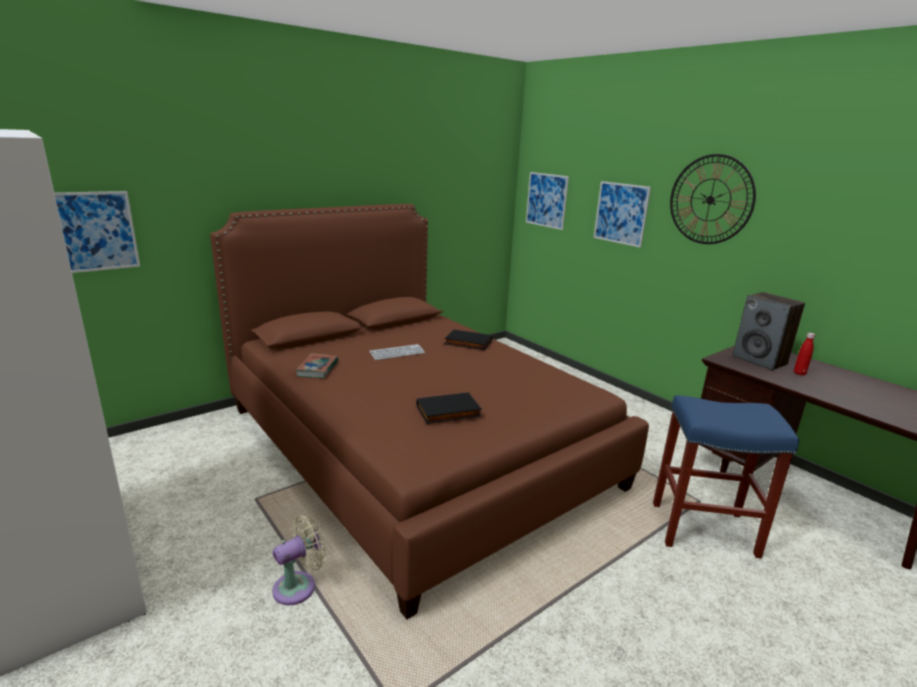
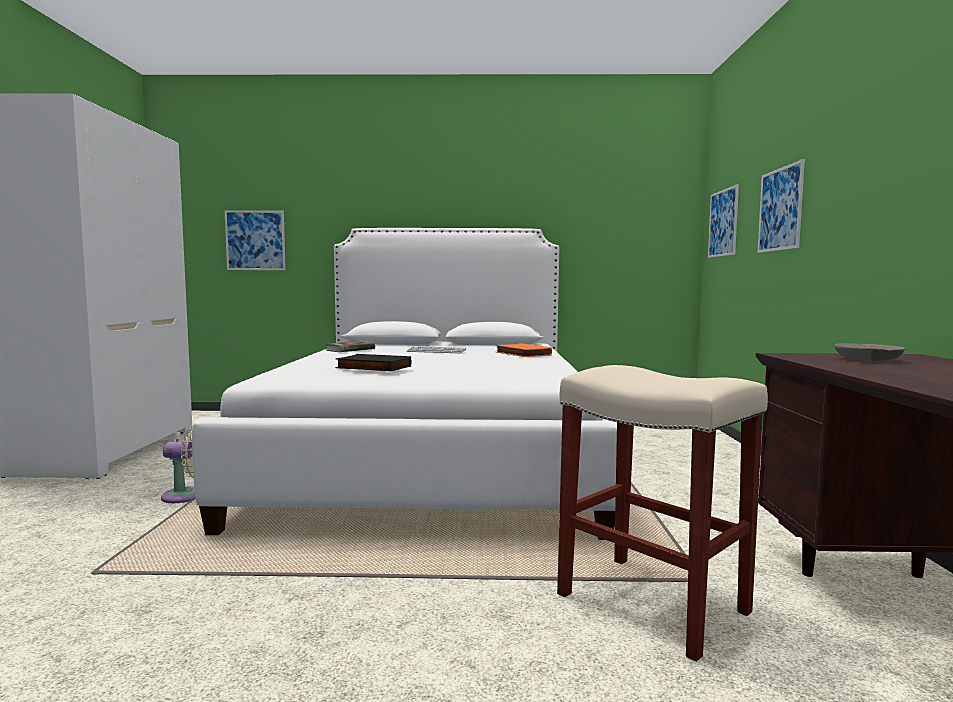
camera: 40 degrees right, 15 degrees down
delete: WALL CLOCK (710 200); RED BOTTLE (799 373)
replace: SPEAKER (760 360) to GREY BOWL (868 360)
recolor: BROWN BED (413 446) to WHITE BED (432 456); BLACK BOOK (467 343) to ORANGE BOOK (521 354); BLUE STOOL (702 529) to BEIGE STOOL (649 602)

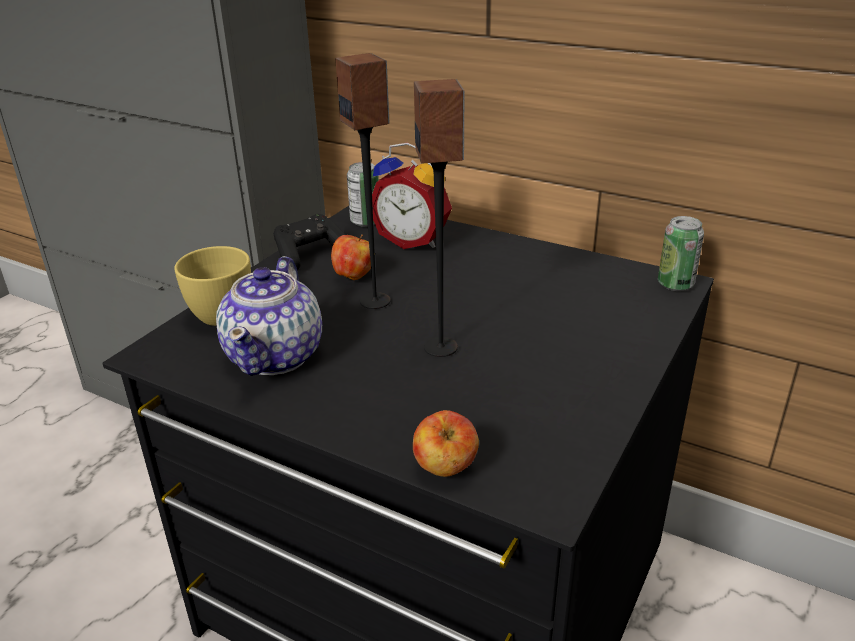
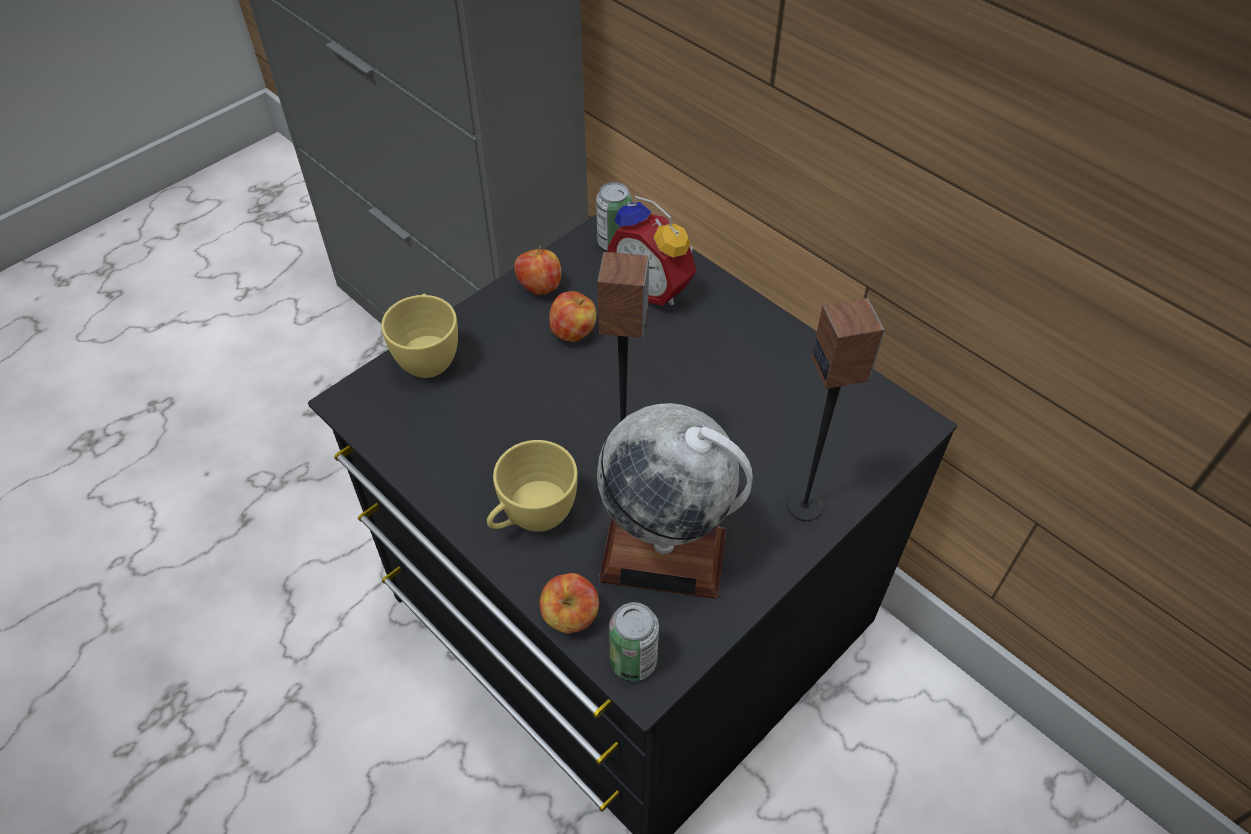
camera: 15 degrees right, 20 degrees up
delete: TEAPOT (276 355)
insert: YELLOW CUP (532 518); GLOBE (664 554)
move: SPEAKER (375 301) to (805 506); CAN (675 284) to (633 661)
replace: BLACK GAME CONTROLLER (310 255) to APPLE (539 287)

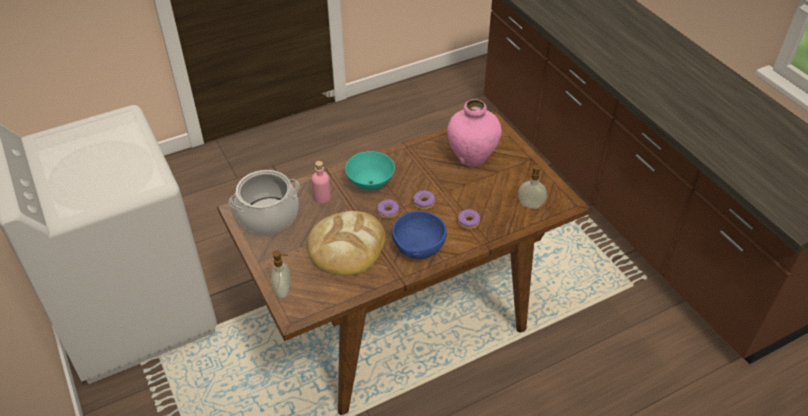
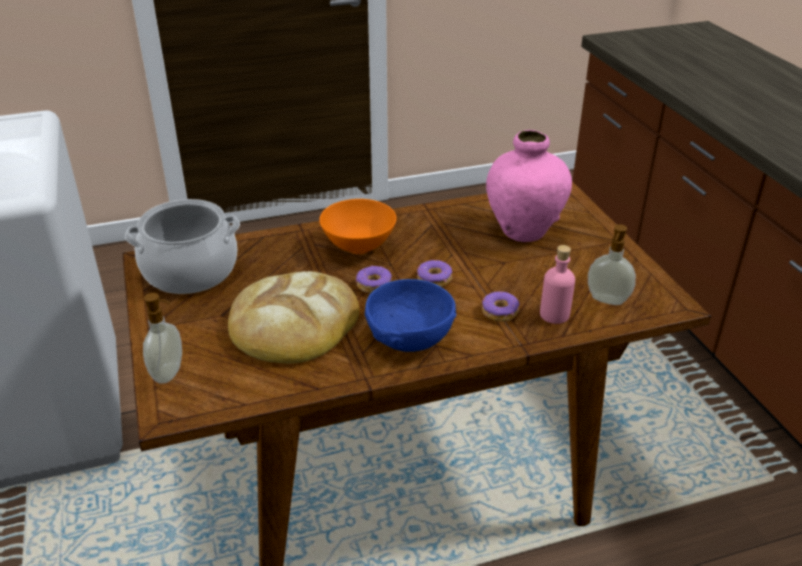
camera: 10 degrees right, 10 degrees down
move: PINK BOTTLE (322 197) to (554 314)
recolor: TURQUOISE BOWL (371 183) to ORANGE BOWL (359 247)

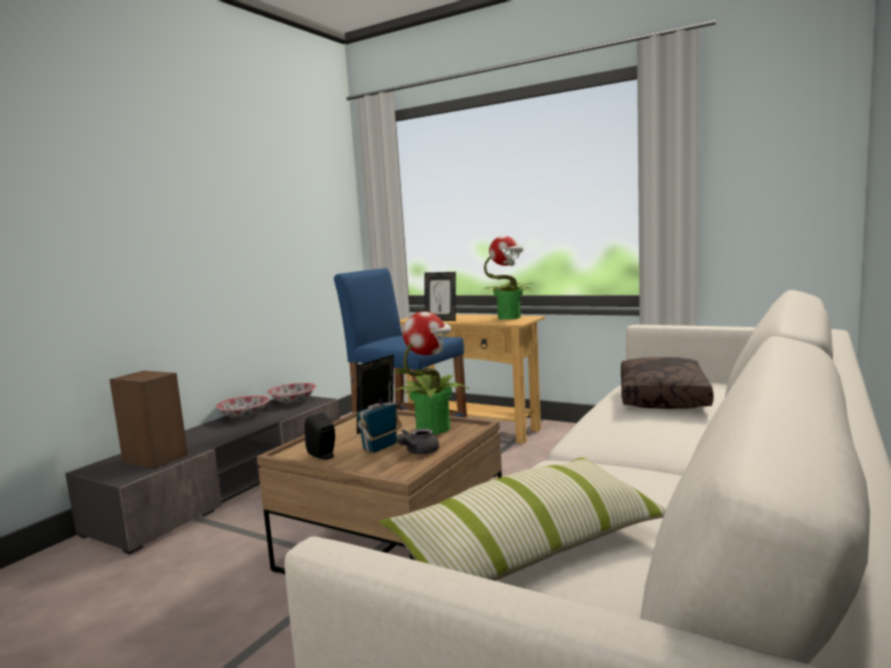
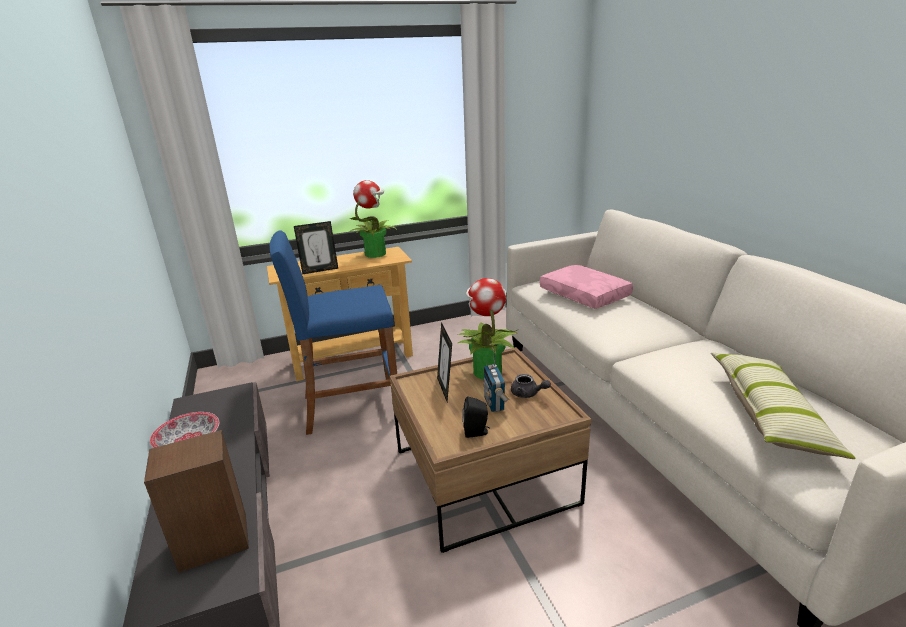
camera: 50 degrees left, 15 degrees up
delete: BOWL (293 401)
recolor: BROWN PILLOW (664 397) to PINK PILLOW (585 295)
rotate: GREY TEAPOT (418 452) = (528 394) 45 degrees counterclockwise

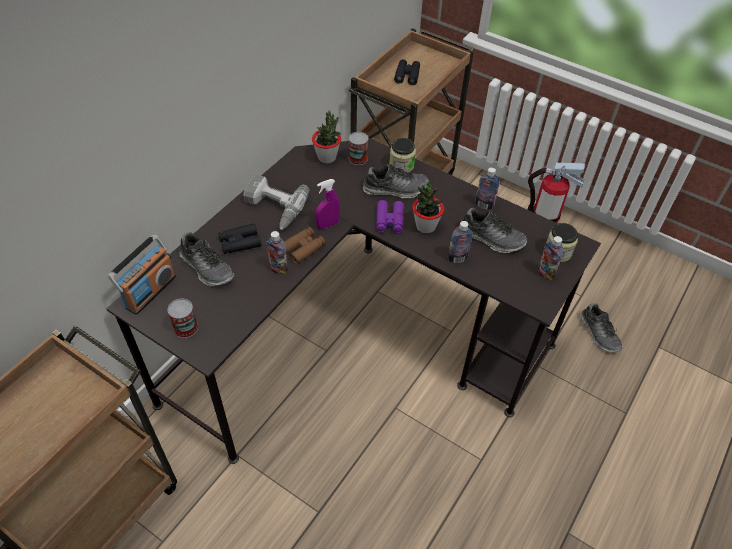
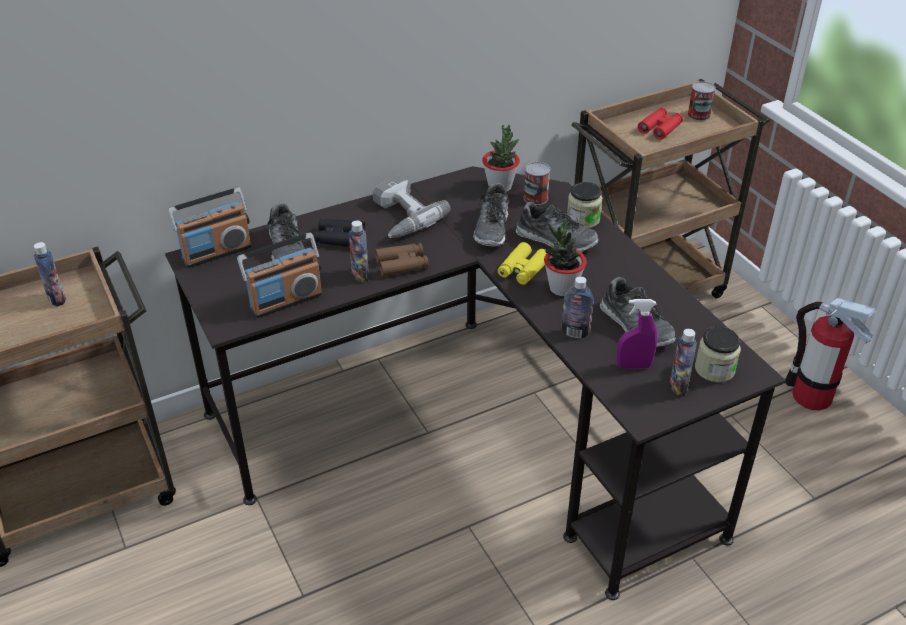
camera: 30 degrees right, 10 degrees down
insert: RADIO (286 301)
move: CAN (186 328) to (698 115); PURPLE SPRAY BOTTLE (328 225) to (633 366); BOTTLE (484 205) to (57 299); SHOE (599 334) to (492 228)
recolor: PURPLE BINOCULARS (389 221) to YELLOW BINOCULARS (523 269); BLACK BINOCULARS (407 75) to RED BINOCULARS (660 128)

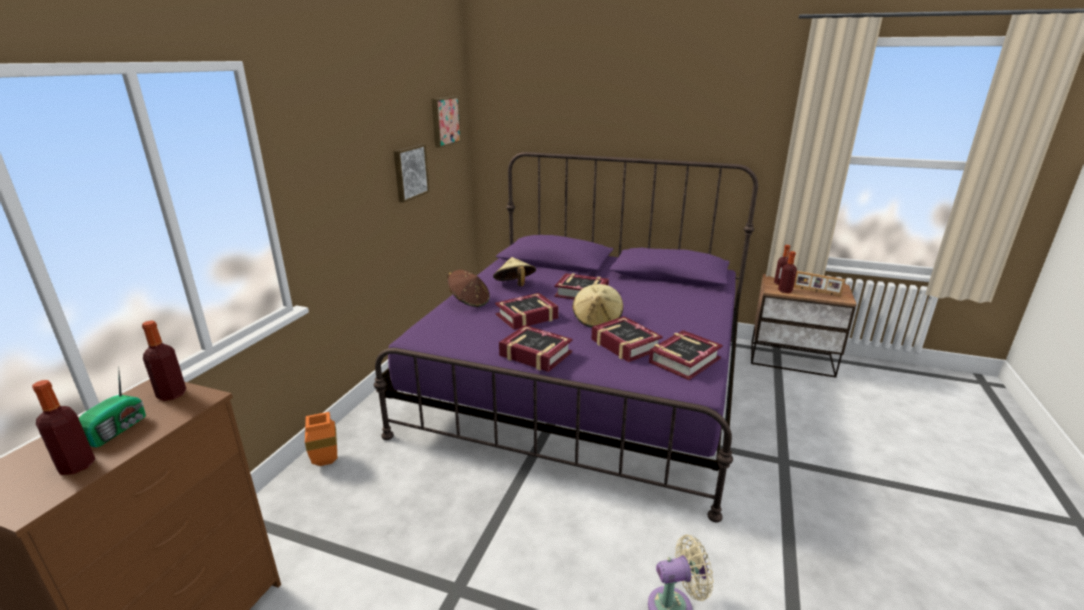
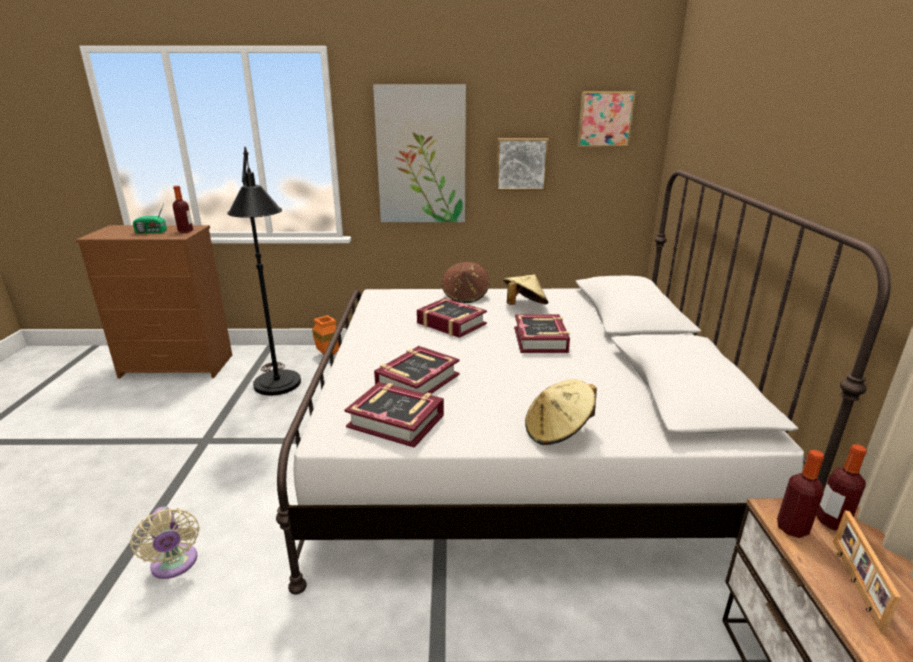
camera: 70 degrees right, 0 degrees up
delete: BOTTLE (77 466); BOOK (535 354)
insert: BLACK FLOOR LAMP (279 390); PICTURE (421 156)
move: BEIGE HAT (597 320) to (557 431)
recolor: PURPLE BED (584 382) to WHITE BED (517 446)

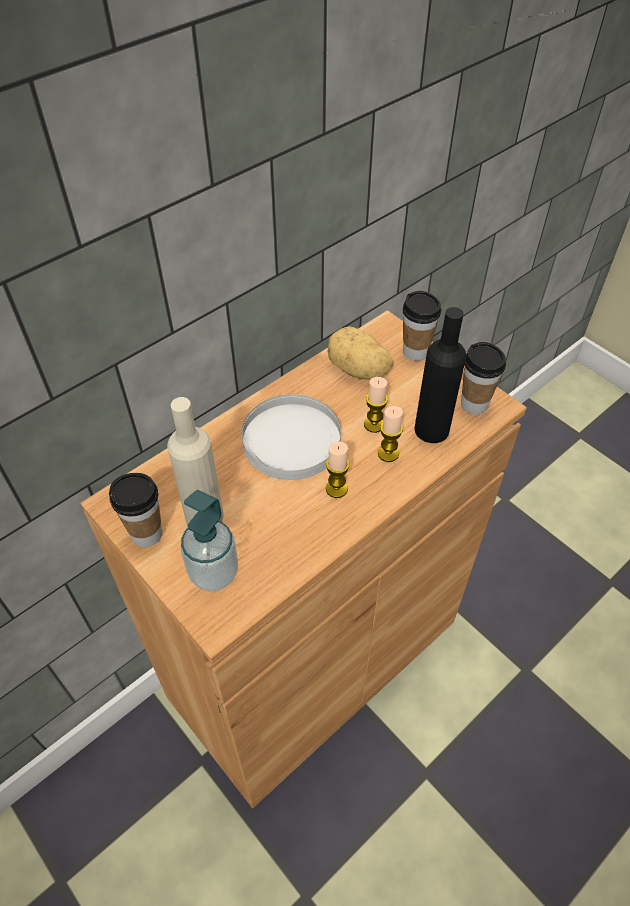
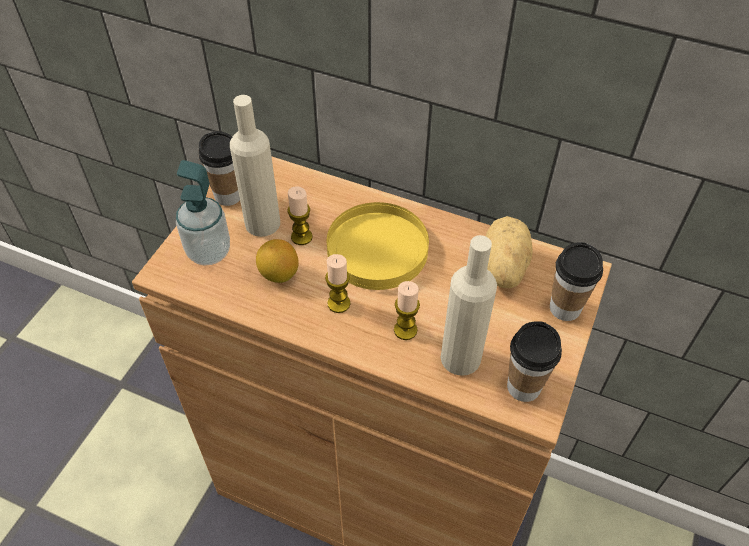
camera: 65 degrees right, 0 degrees up
insert: LEMON (279 274)
move: CANDLE (374 424) to (301 237)
recolor: WHITE PLATE (292 440) to YELLOW PLATE (378 250); BLACK BOTTLE (431 429) to BEIGE BOTTLE (460 358)

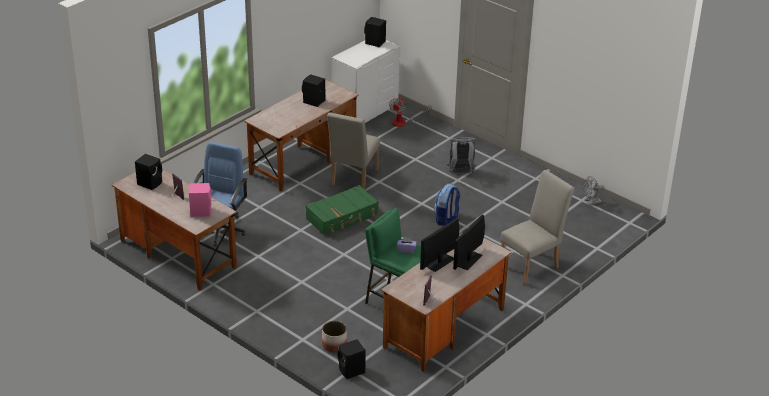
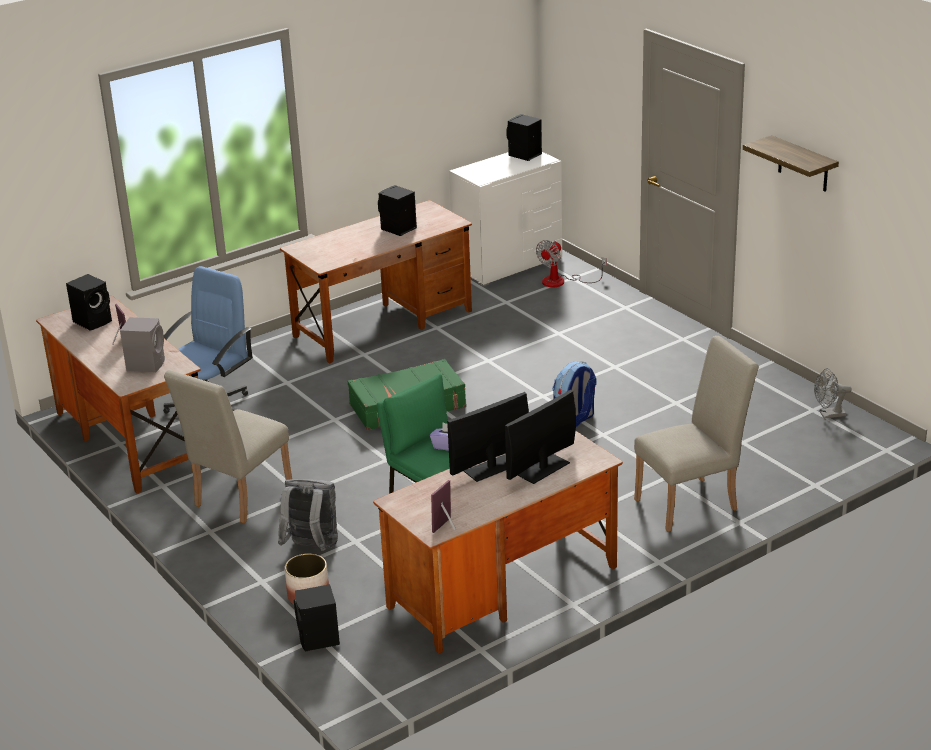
camera: 15 degrees right, 5 degrees down
insert: SHELF (803 164)
move: BEIGE CHAIR (352 179) to (238 498); GREY BACKPACK (460 173) to (312 548)
recolor: PINK SPEAKER (201 211) to GREY SPEAKER (146 364)

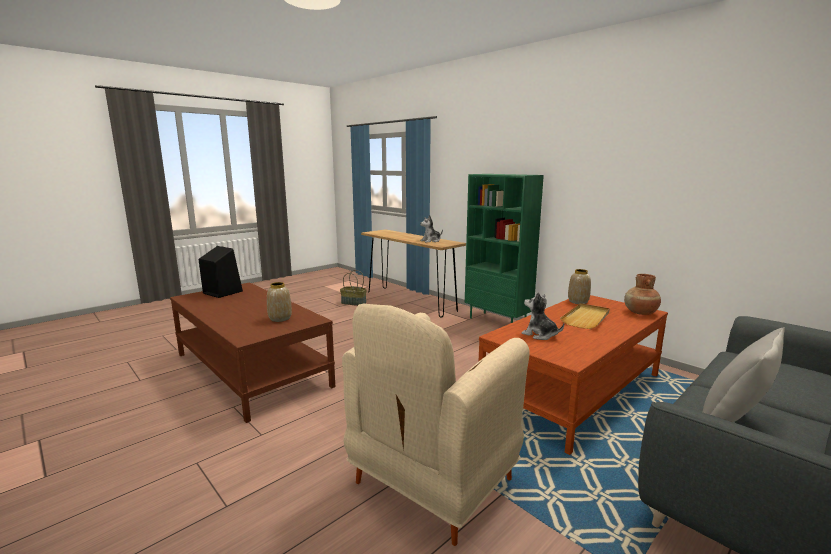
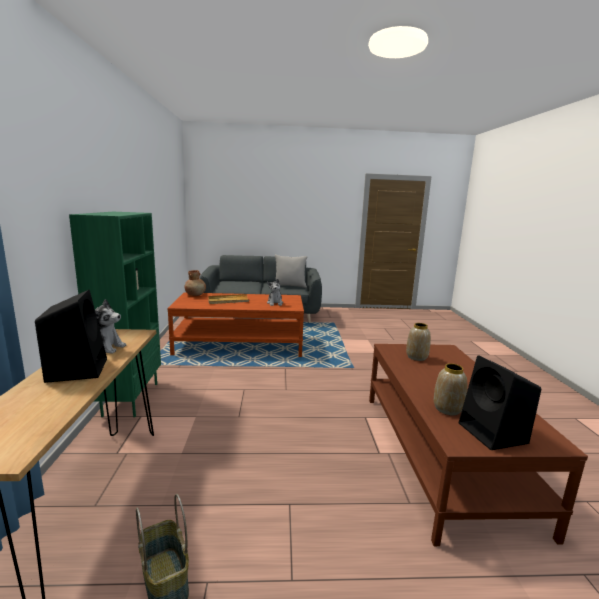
camera: 140 degrees left, 0 degrees up
delete: BEIGE ARMCHAIR (431 483)
insert: BLACK SPEAKER (77 369)
move: VASE (578 302) to (447 409)

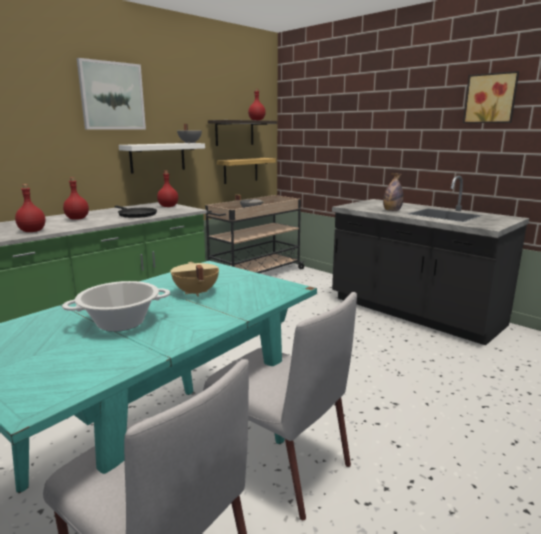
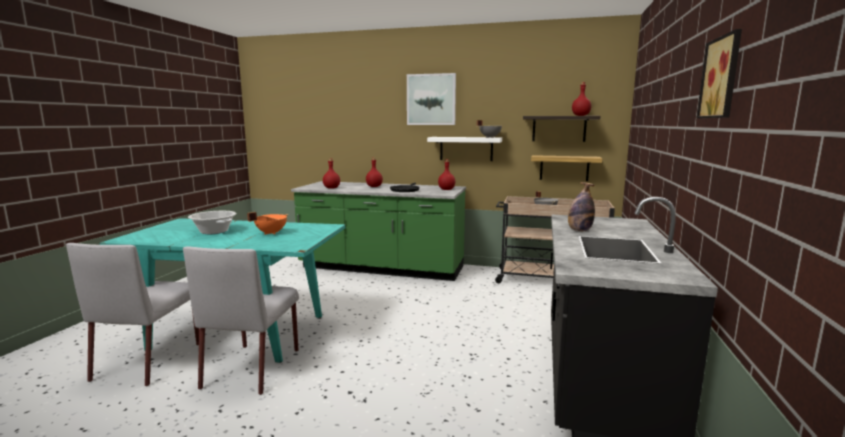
camera: 60 degrees right, 5 degrees down
recolor: BEIGE COOKING POT (195 293) to ORANGE COOKING POT (270 233)

